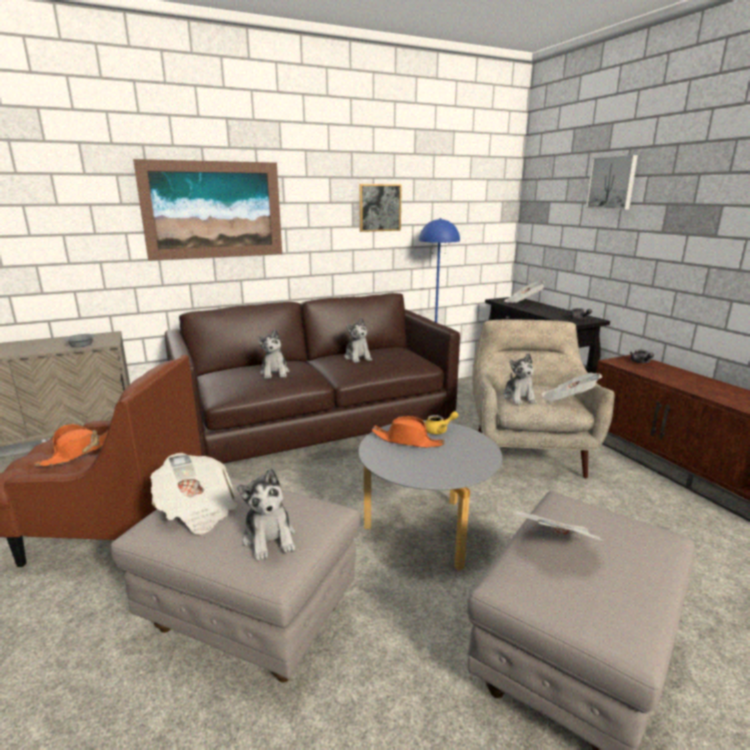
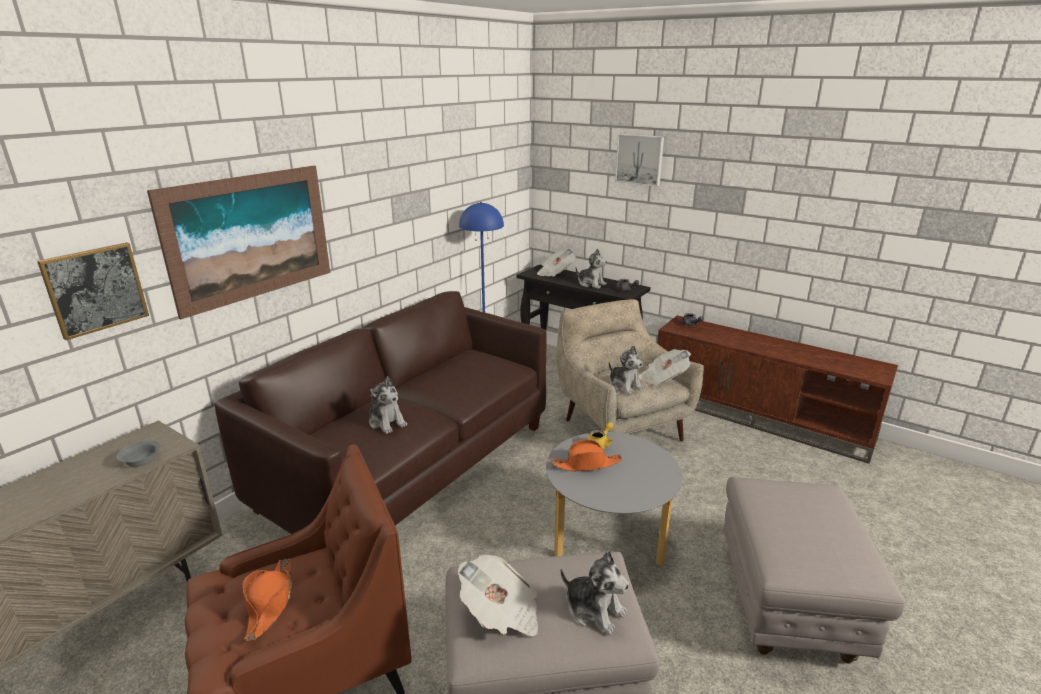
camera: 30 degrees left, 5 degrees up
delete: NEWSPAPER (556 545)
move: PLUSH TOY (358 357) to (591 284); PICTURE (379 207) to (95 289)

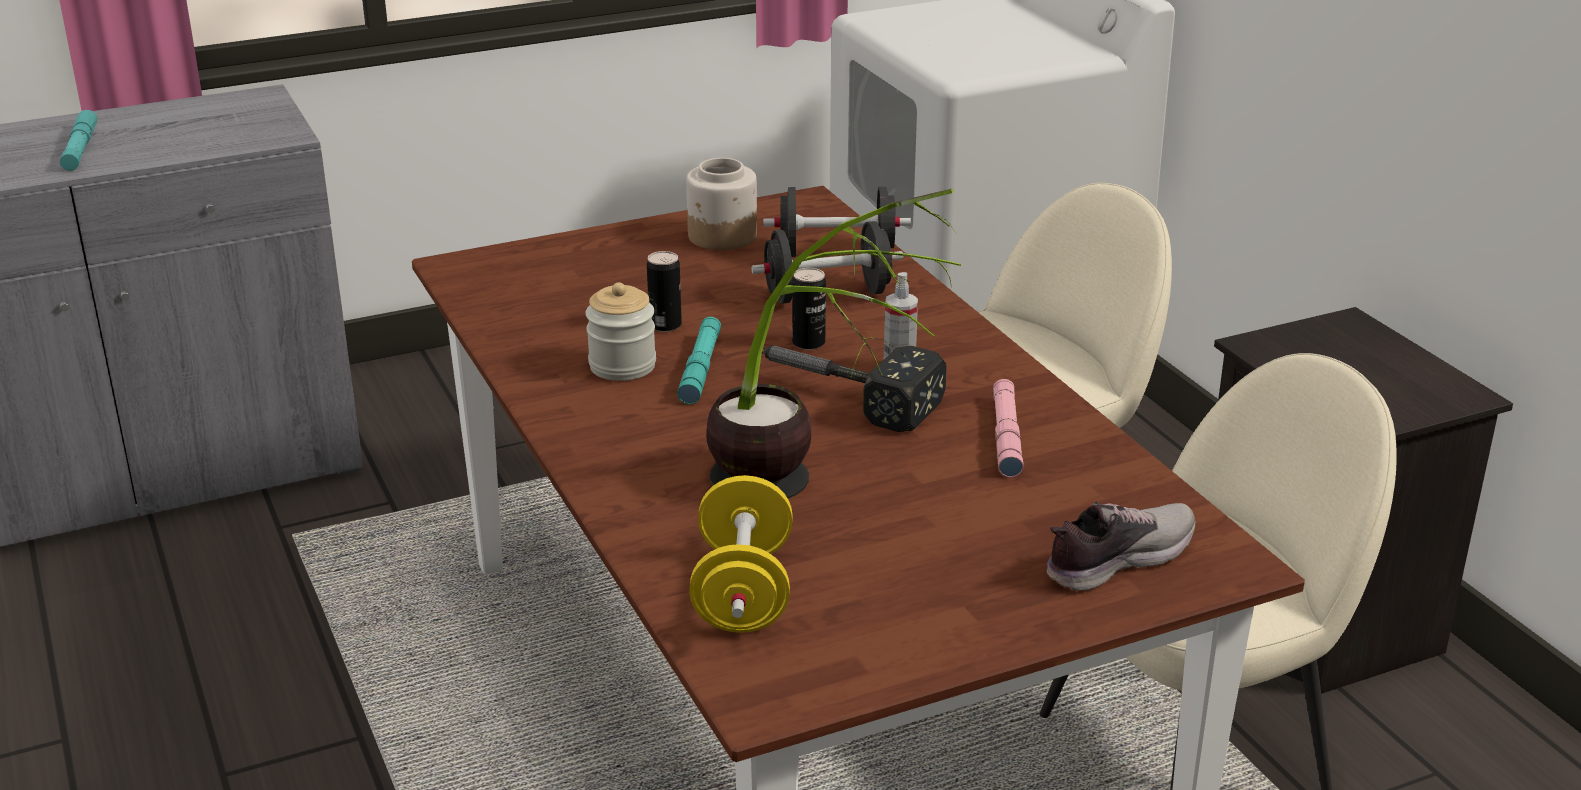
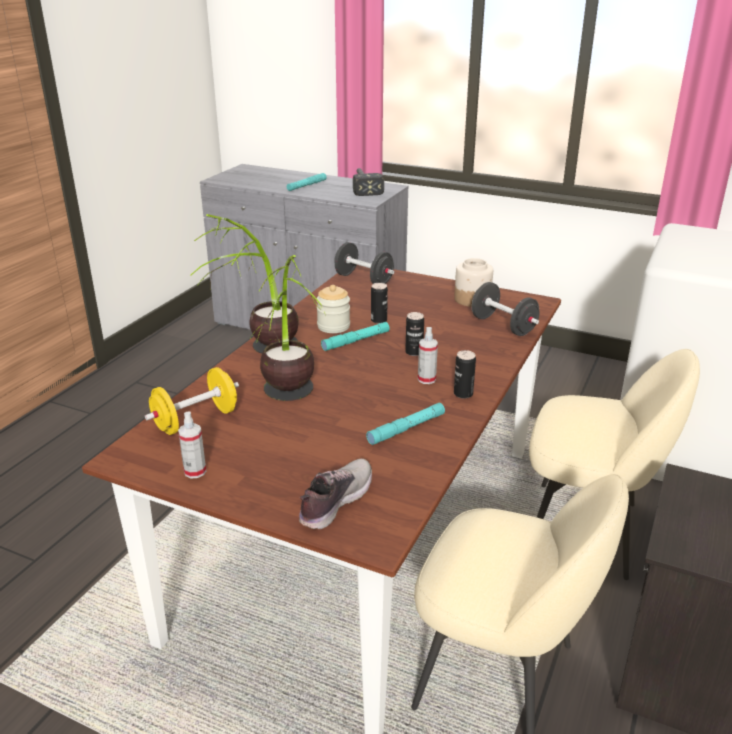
camera: 50 degrees right, 0 degrees up
insert: SPRAY BOTTLE (195 471); POTTED PLANT (258 356); CAN (463 394)
move: BLACK DUMBBELL (827 295) to (364 279); HAMMER (841 394) to (363 186)
recolor: PINK FLASHLIGHT (1006 436) to TURQUOISE FLASHLIGHT (406 428)
rotate: SHOE (1116 560) = (334 502) 75 degrees counterclockwise

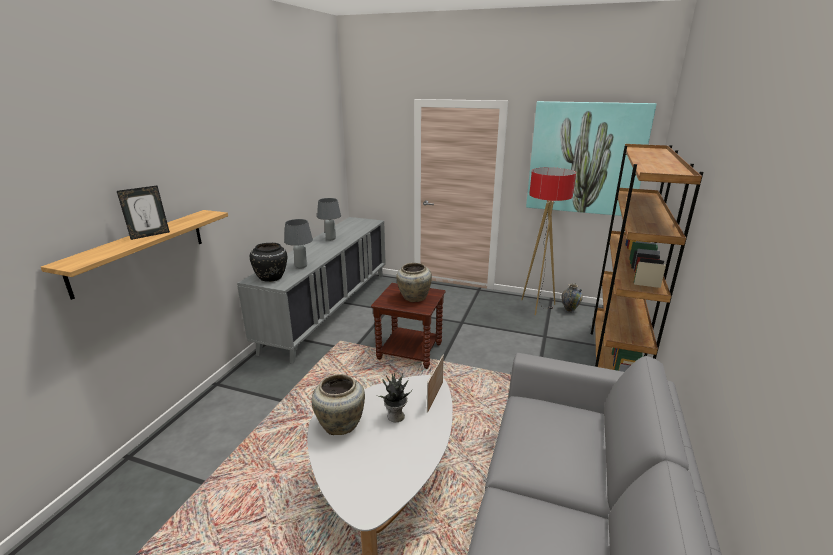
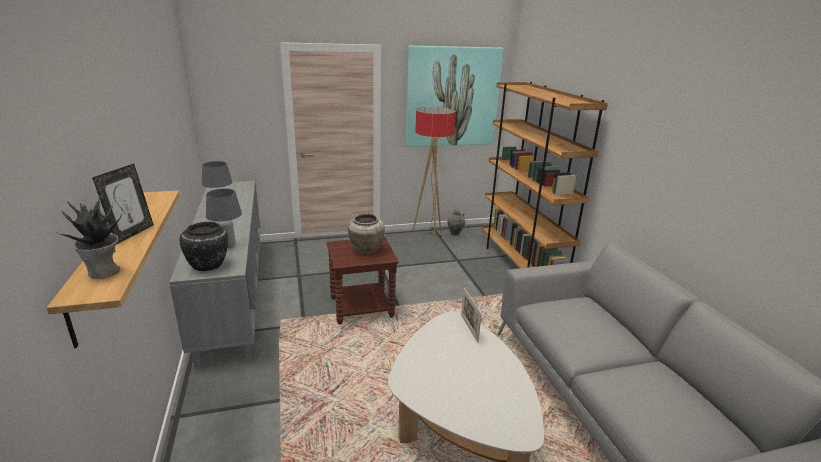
camera: 35 degrees left, 0 degrees up
delete: BEIGE VASE (341 424)
move: POTTED PLANT (395 417) to (104 272)

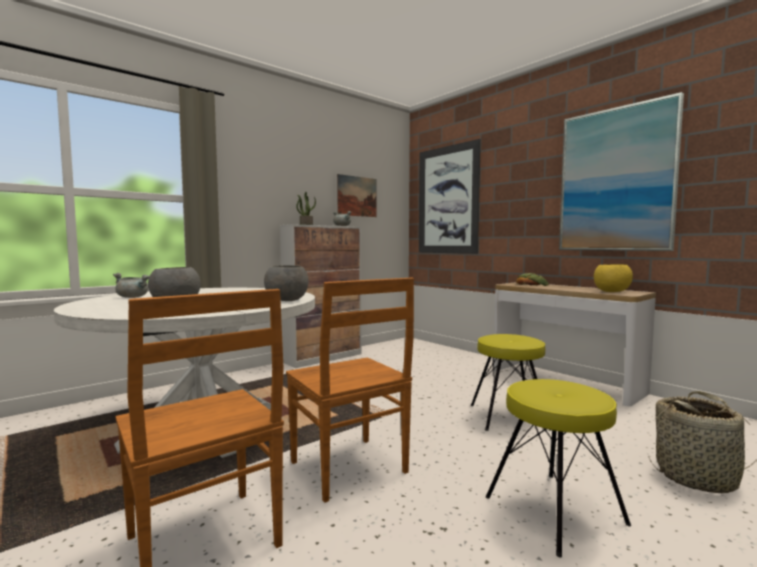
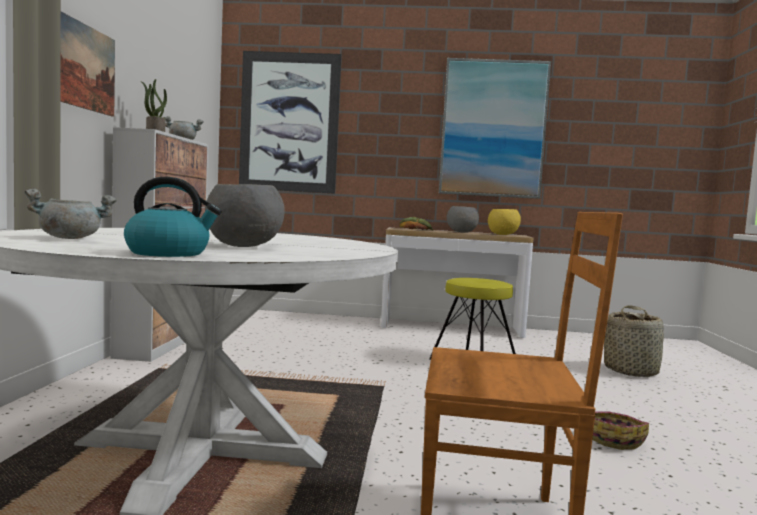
camera: 45 degrees left, 0 degrees up
delete: BROWN CHAIR (350 469); YELLOW STOOL (555 510)
insert: KETTLE (169 253); BASKET (613 439)
move: GREY BOWL (287 300) to (461 232); PICTURE (357 196) to (84 67)

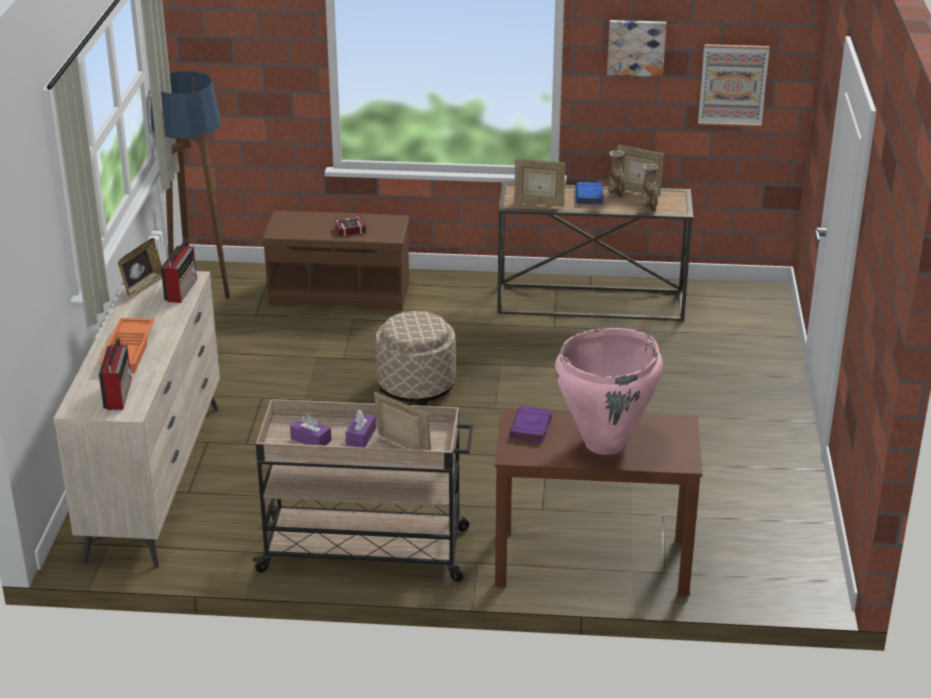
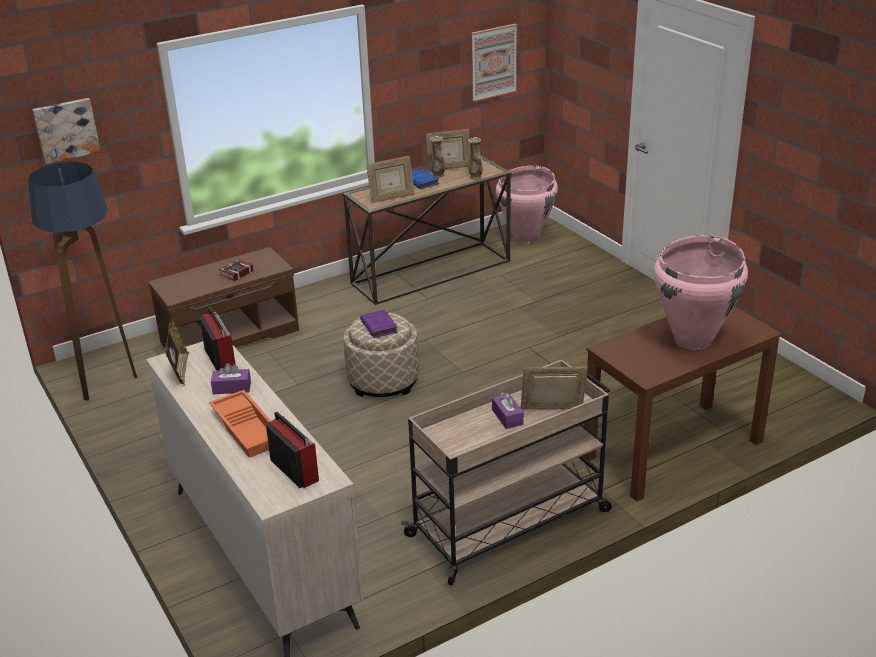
camera: 35 degrees left, 0 degrees up
insert: PINK VASE (525 238)
move: PURPLE TISSUE BOX (311 440) to (232 388); PURPLE BOOK (531 428) to (379 327); PICTURE (636 47) to (66 130)

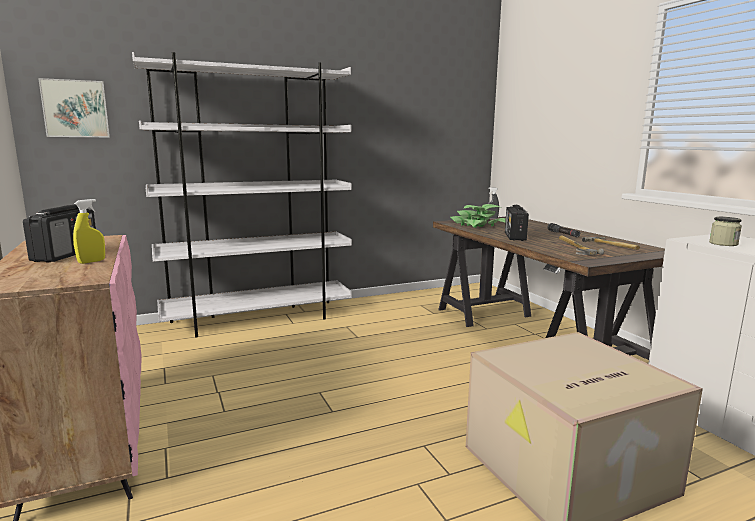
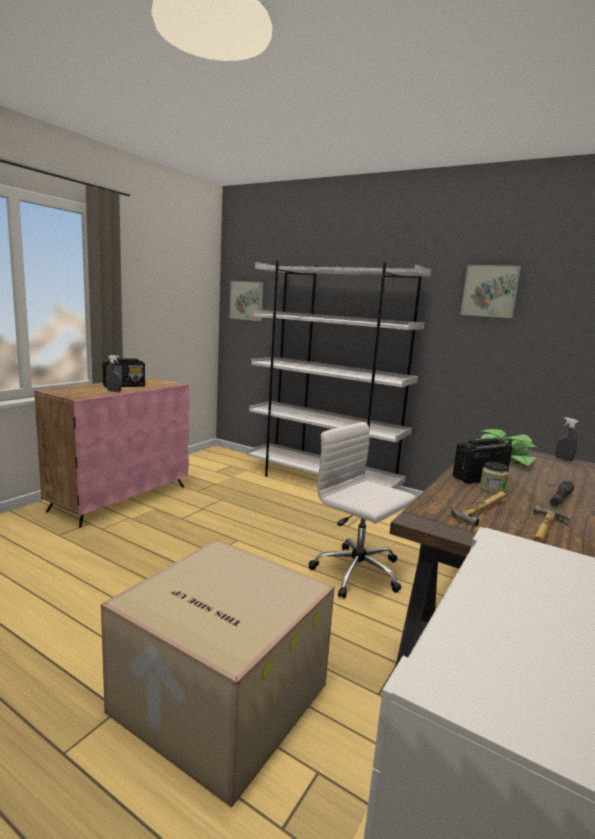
camera: 55 degrees right, 0 degrees up
insert: WHITE OFFICE CHAIR (358 573); PICTURE (490 291)
move: JAR (723 243) to (492 489)
recolor: YELLOW SPRAY BOTTLE (91 261) to GREY SPRAY BOTTLE (114 391)

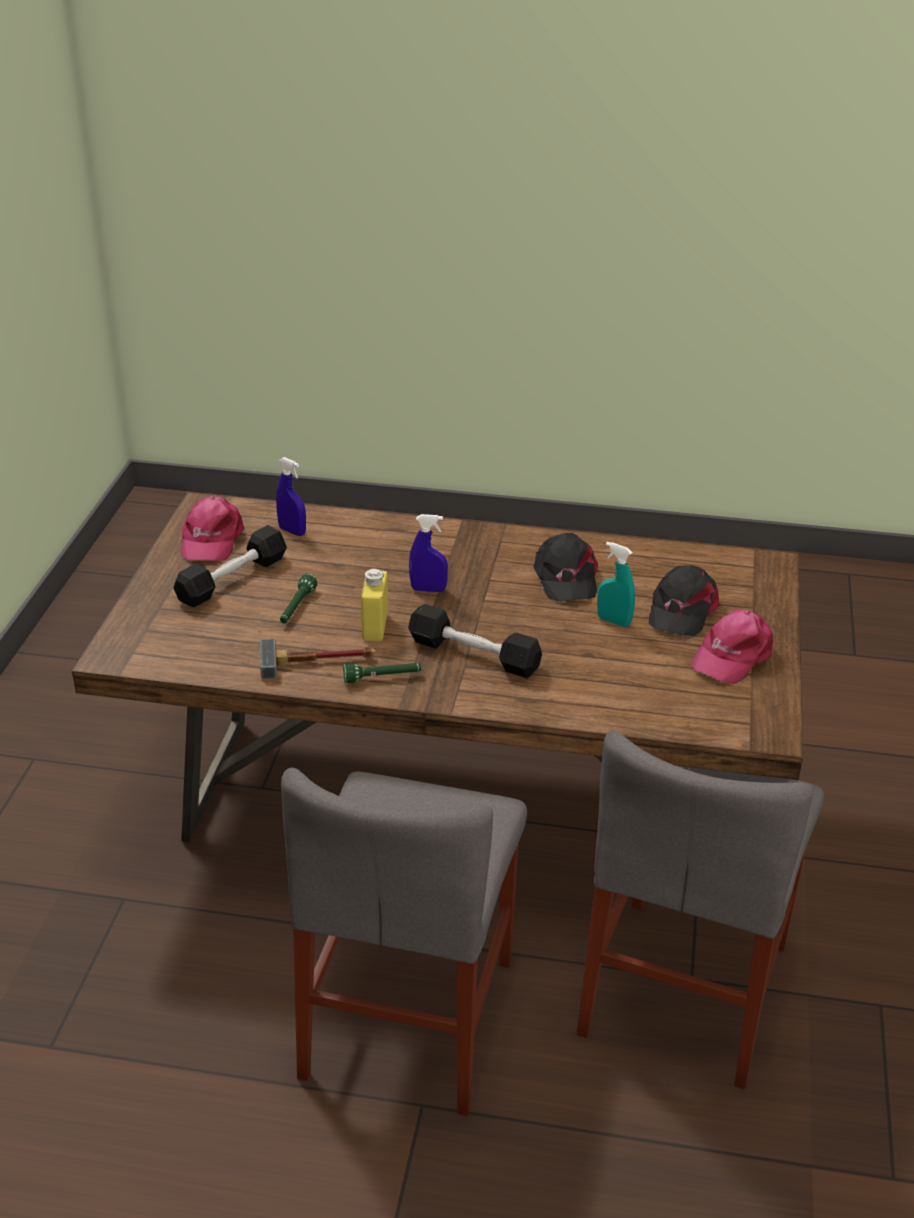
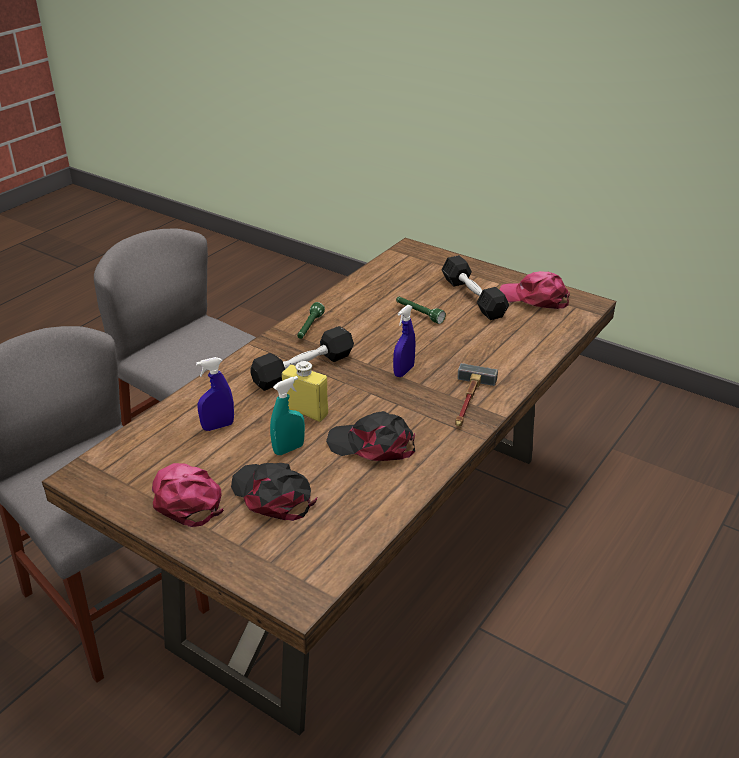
camera: 115 degrees right, 0 degrees up
move: HAMMER (318 661) to (468 402); BLUE SPRAY BOTTLE (292 531) to (218 426); YELLOW BOTTLE (375 626) to (306 412)

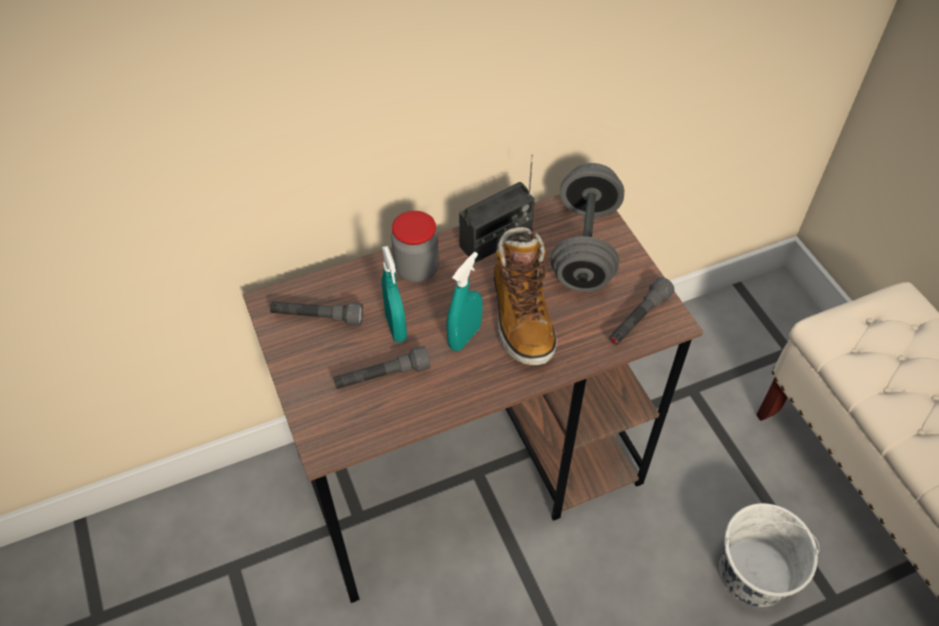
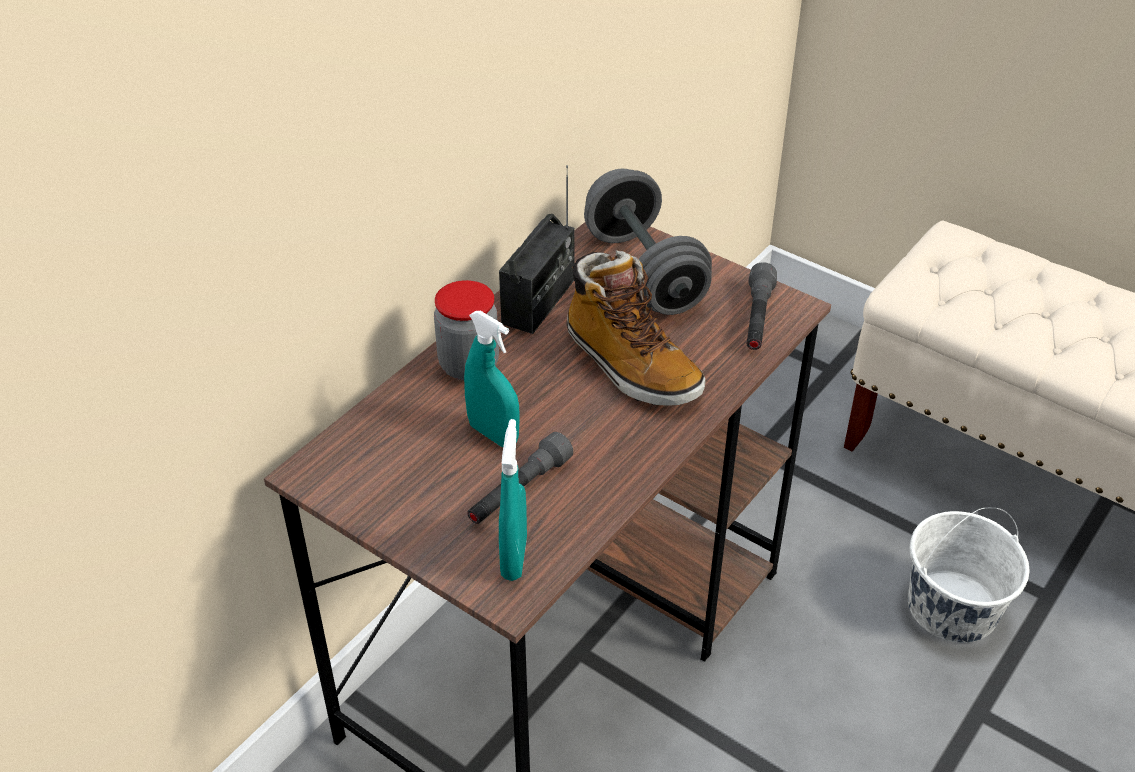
camera: 30 degrees left, 10 degrees down
delete: GREY FLASHLIGHT (317 317)
move: TURQUOISE SPRAY BOTTLE (464 337) to (514 557)

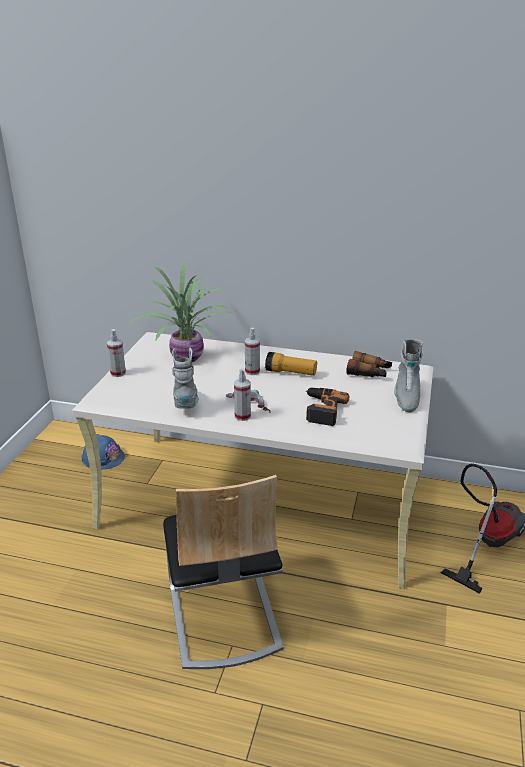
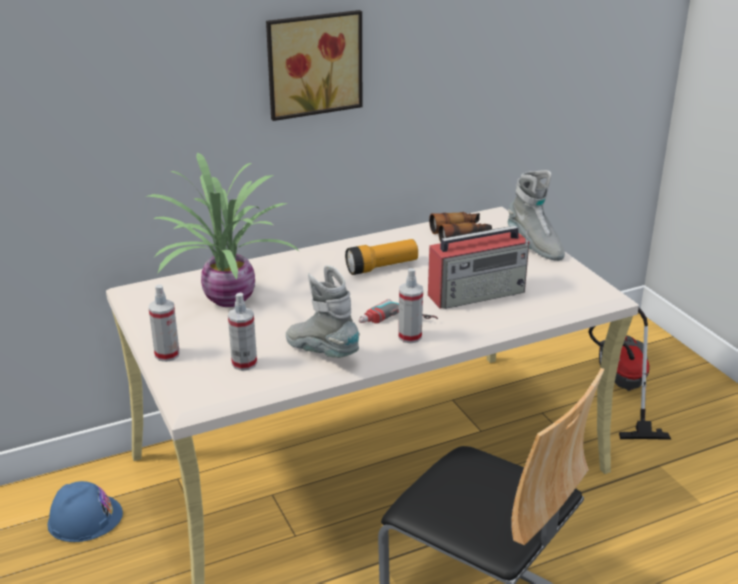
camera: 40 degrees left, 0 degrees up
insert: PICTURE (313 63)
move: SPRAY BOTTLE (252 371) to (244 363)
replace: POWER DRILL (321 410) to RADIO (478 293)

